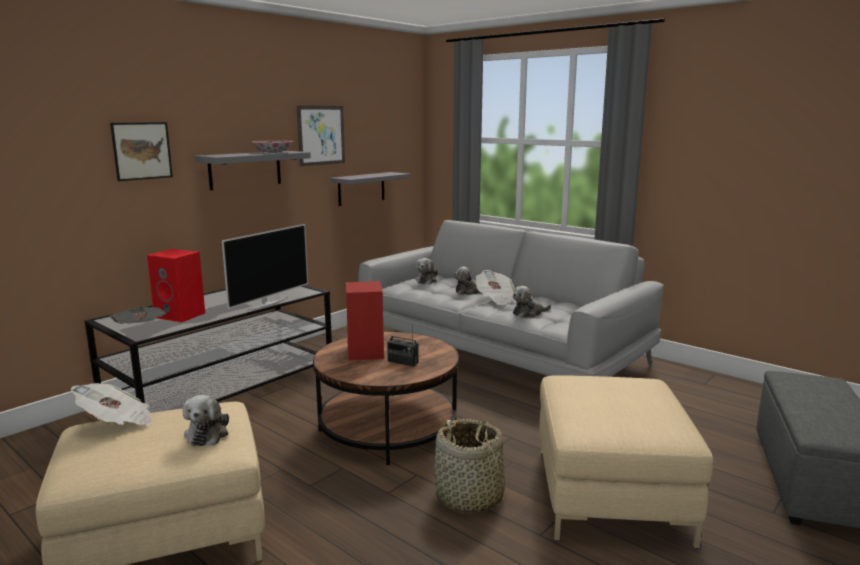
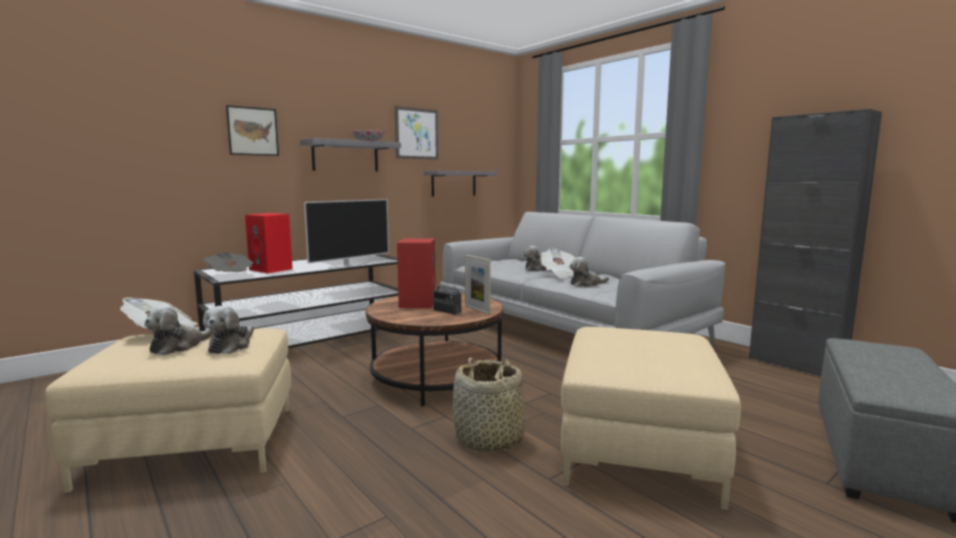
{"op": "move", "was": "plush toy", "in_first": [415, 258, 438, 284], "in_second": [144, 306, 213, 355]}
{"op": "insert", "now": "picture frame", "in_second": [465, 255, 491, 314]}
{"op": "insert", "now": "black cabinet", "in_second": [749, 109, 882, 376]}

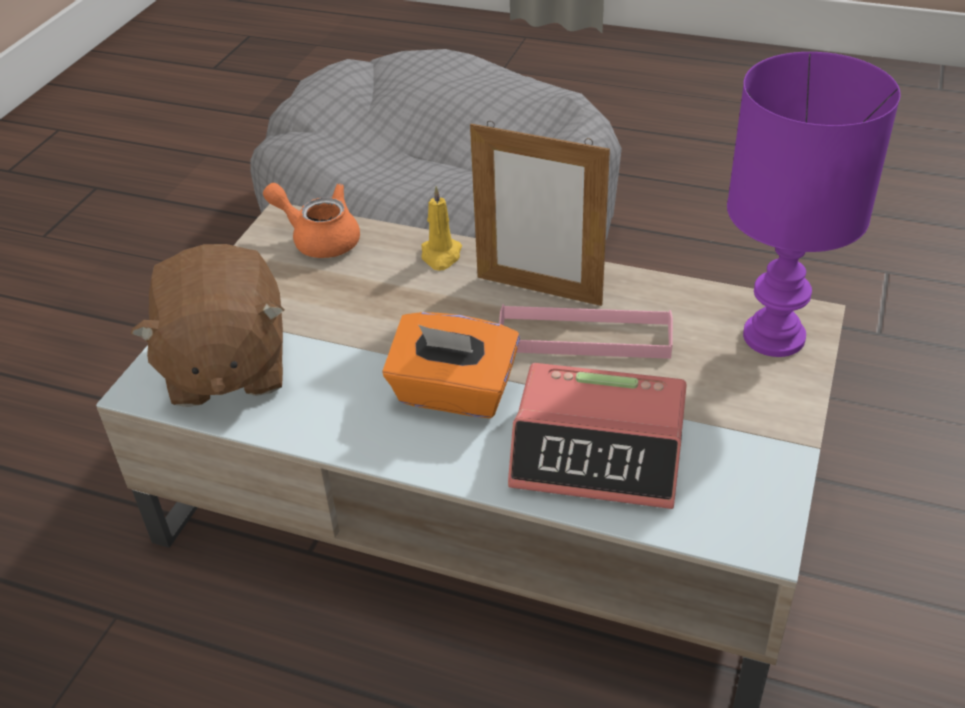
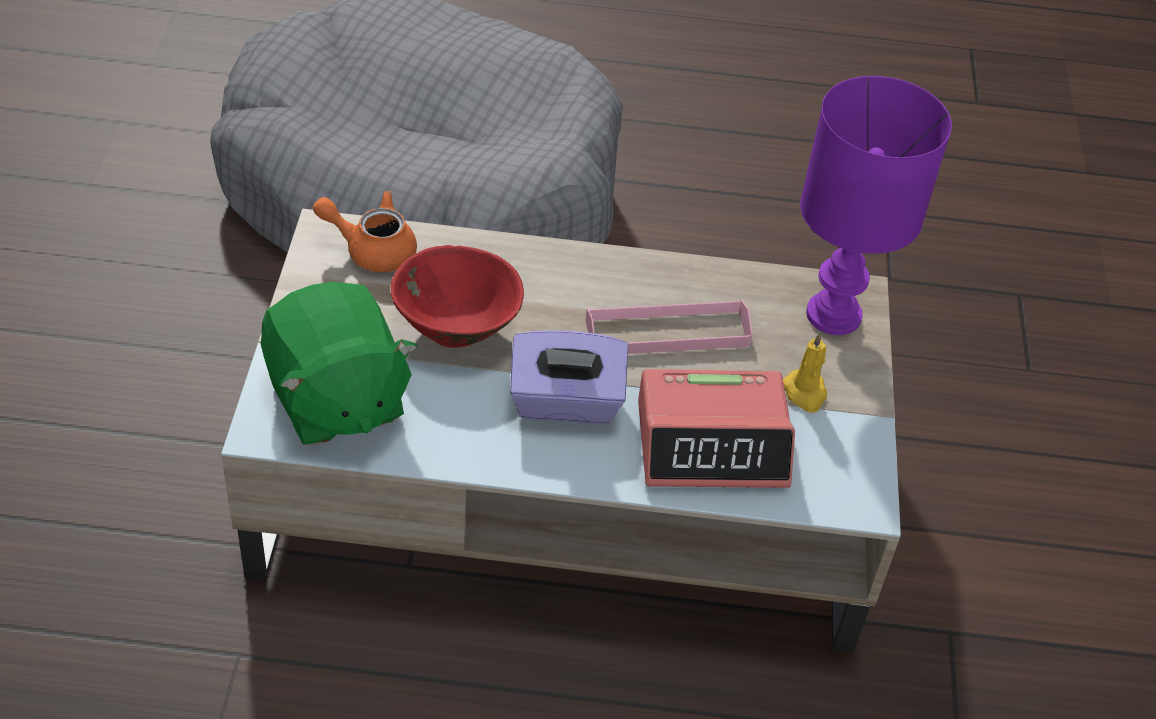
{"op": "recolor", "was": "brown plush toy", "now": "green plush toy", "in_first": [131, 244, 284, 407], "in_second": [260, 282, 417, 445]}
{"op": "recolor", "was": "orange tissue box", "now": "purple tissue box", "in_first": [382, 312, 520, 418], "in_second": [510, 330, 628, 424]}
{"op": "move", "was": "yellow candle", "in_first": [422, 186, 462, 271], "in_second": [783, 332, 827, 413]}
{"op": "delete", "was": "picture frame", "in_first": [470, 121, 610, 306]}
{"op": "insert", "now": "red bowl", "in_second": [391, 245, 524, 348]}

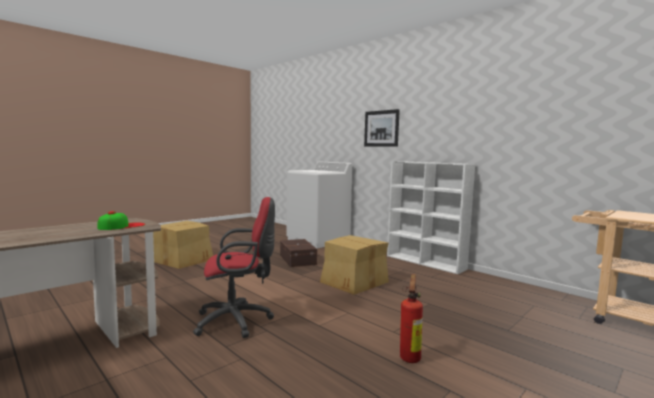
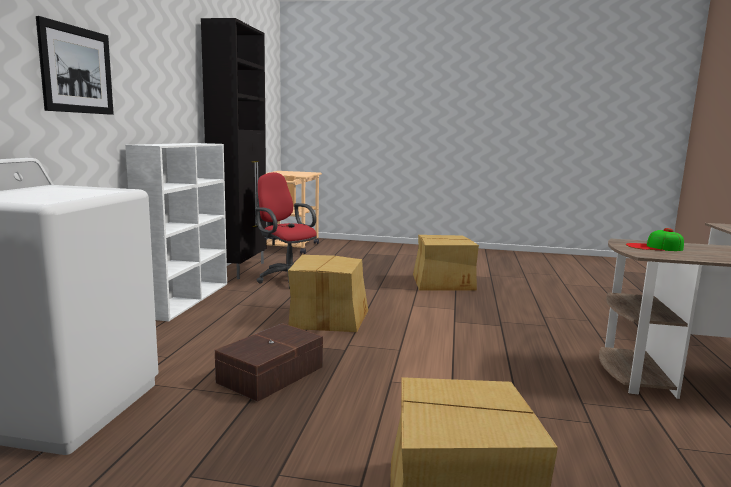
{"op": "move", "was": "red office chair", "in_first": [193, 197, 275, 338], "in_second": [255, 172, 317, 289]}
{"op": "replace", "was": "fire extinguisher", "now": "cardboard box", "in_first": [400, 274, 423, 363], "in_second": [413, 235, 479, 291]}
{"op": "insert", "now": "black cabinet", "in_second": [201, 18, 267, 279]}

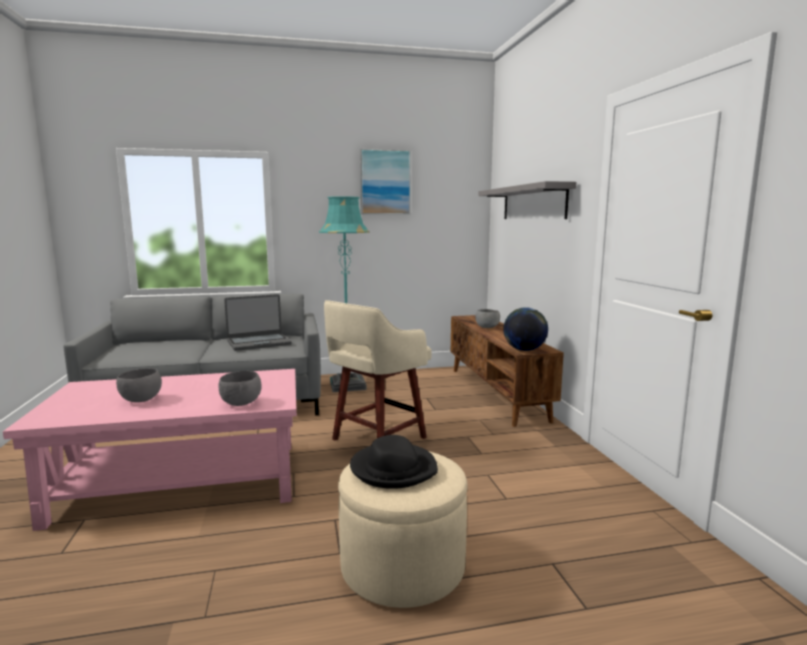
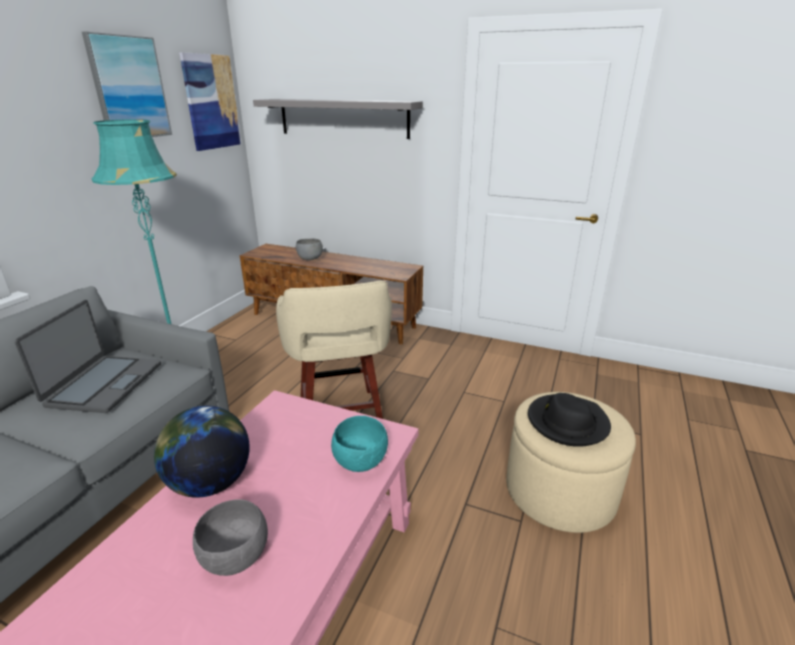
{"op": "recolor", "was": "grey bowl", "now": "turquoise bowl", "in_first": [218, 371, 261, 406], "in_second": [331, 416, 388, 472]}
{"op": "move", "was": "globe", "in_first": [503, 307, 548, 351], "in_second": [154, 406, 250, 498]}
{"op": "insert", "now": "picture", "in_second": [179, 52, 241, 151]}

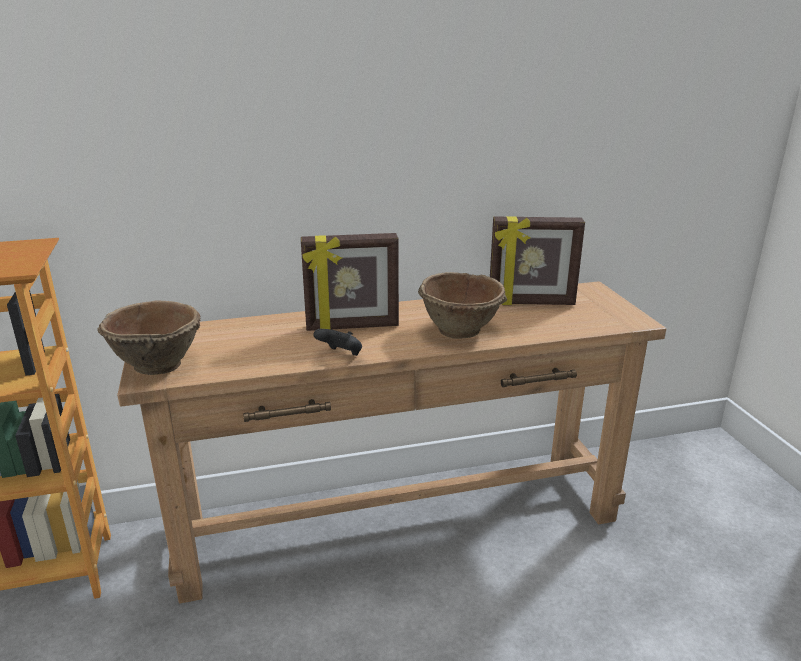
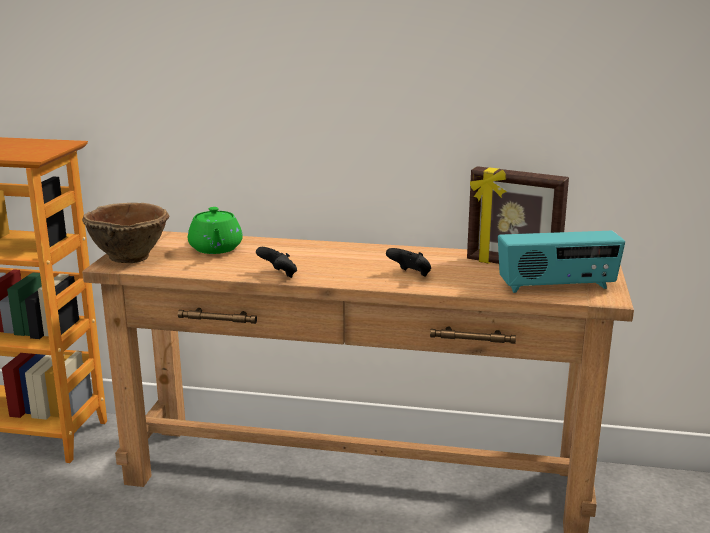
{"op": "delete", "was": "picture frame", "in_first": [301, 233, 399, 331]}
{"op": "replace", "was": "brown bowl", "now": "black game controller", "in_first": [418, 272, 507, 339], "in_second": [386, 248, 431, 277]}
{"op": "insert", "now": "green teapot", "in_second": [188, 207, 243, 254]}
{"op": "insert", "now": "radio", "in_second": [498, 231, 625, 293]}

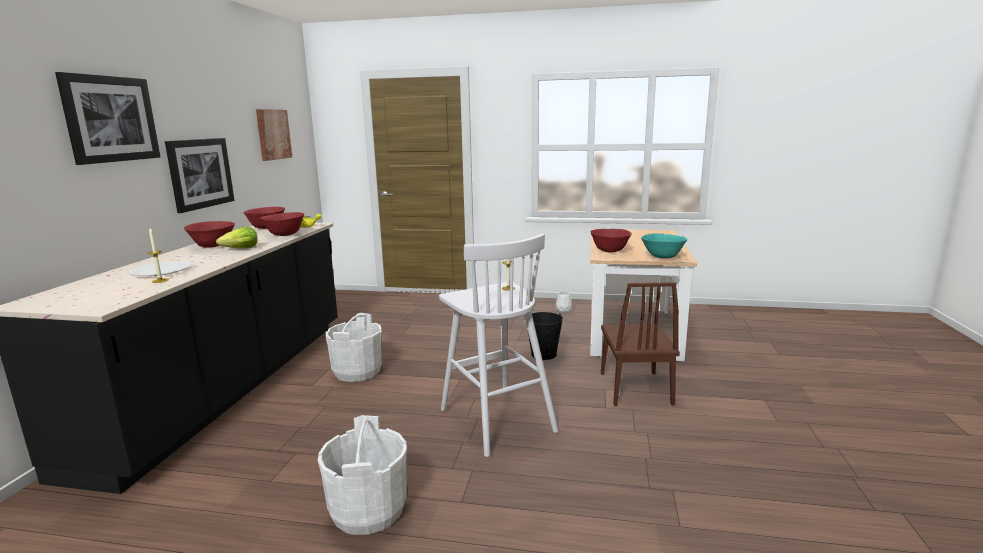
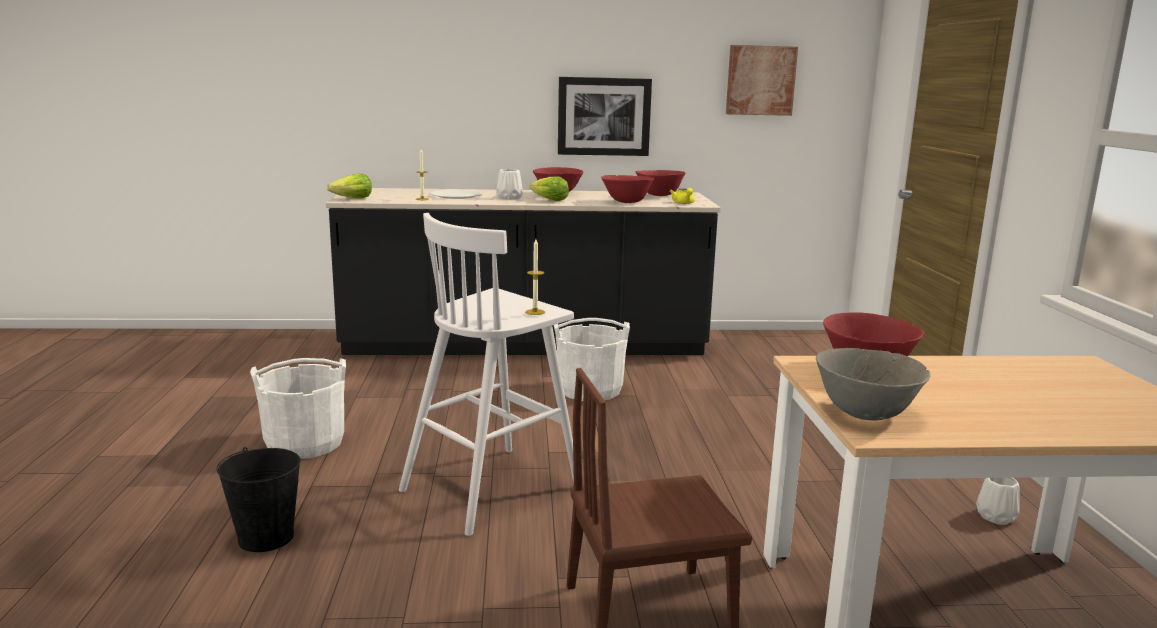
{"op": "delete", "was": "picture", "in_first": [55, 72, 160, 165]}
{"op": "move", "was": "black bucket", "in_first": [528, 312, 563, 360], "in_second": [217, 447, 300, 552]}
{"op": "recolor", "was": "turquoise bowl", "now": "grey bowl", "in_first": [641, 233, 687, 259], "in_second": [816, 348, 930, 421]}
{"op": "insert", "now": "lettuce", "in_second": [327, 173, 372, 198]}
{"op": "insert", "now": "white vase", "in_second": [496, 169, 523, 200]}

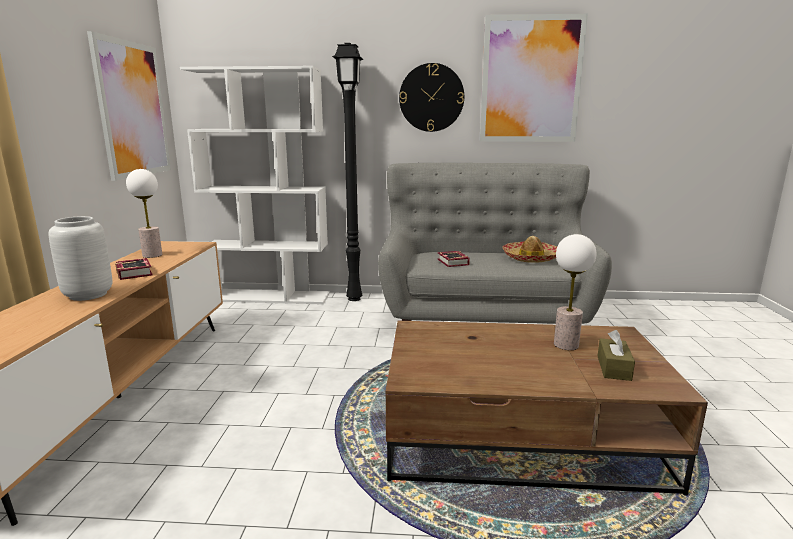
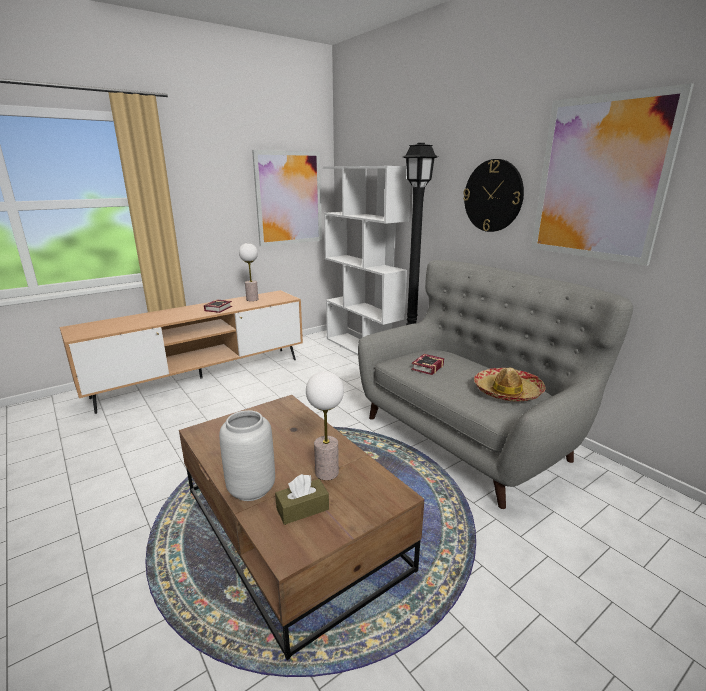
{"op": "move", "was": "grey vase", "in_first": [48, 216, 113, 301], "in_second": [219, 410, 275, 501]}

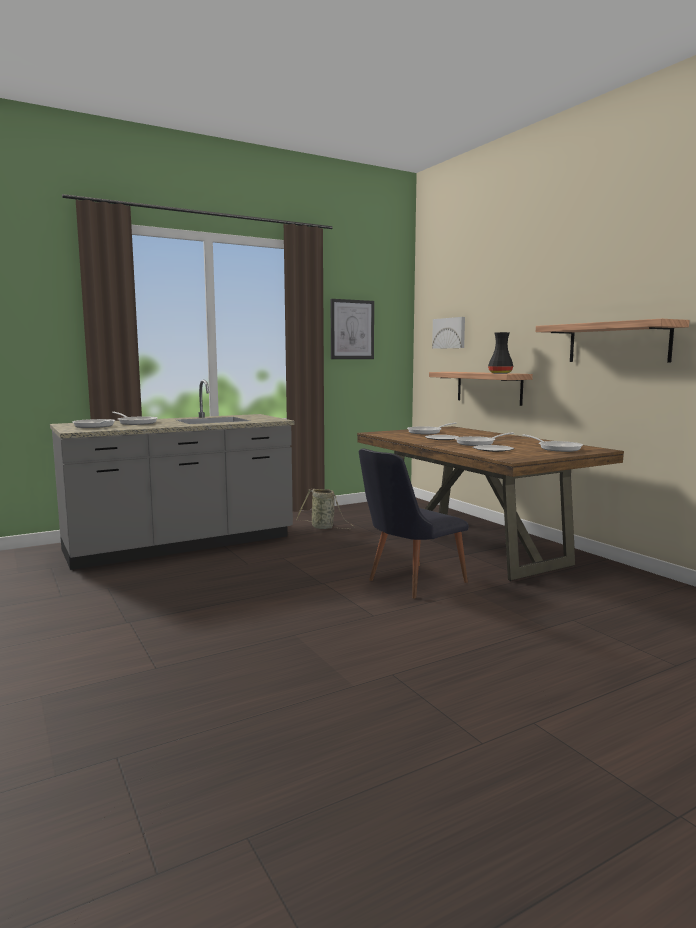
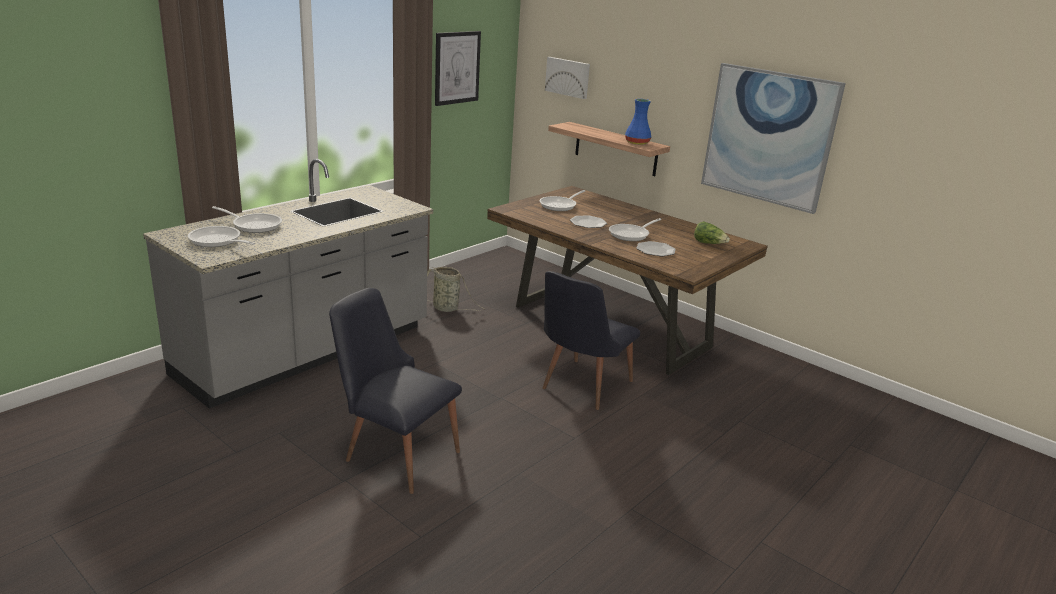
{"op": "recolor", "was": "black vase", "now": "blue vase", "in_first": [488, 332, 513, 374], "in_second": [625, 99, 651, 145]}
{"op": "replace", "was": "frying pan", "now": "lettuce", "in_first": [523, 434, 583, 452], "in_second": [694, 221, 730, 244]}
{"op": "replace", "was": "shelf", "now": "picture", "in_first": [536, 319, 690, 363], "in_second": [701, 63, 846, 214]}
{"op": "insert", "now": "black chair", "in_second": [329, 288, 462, 494]}

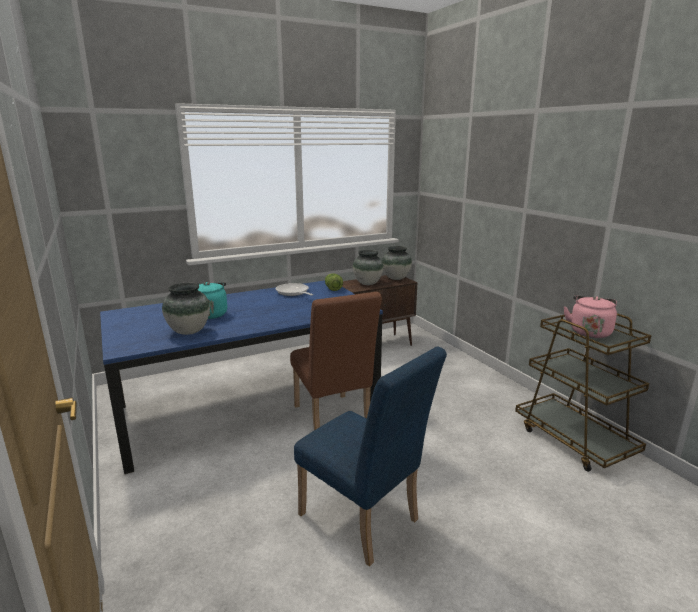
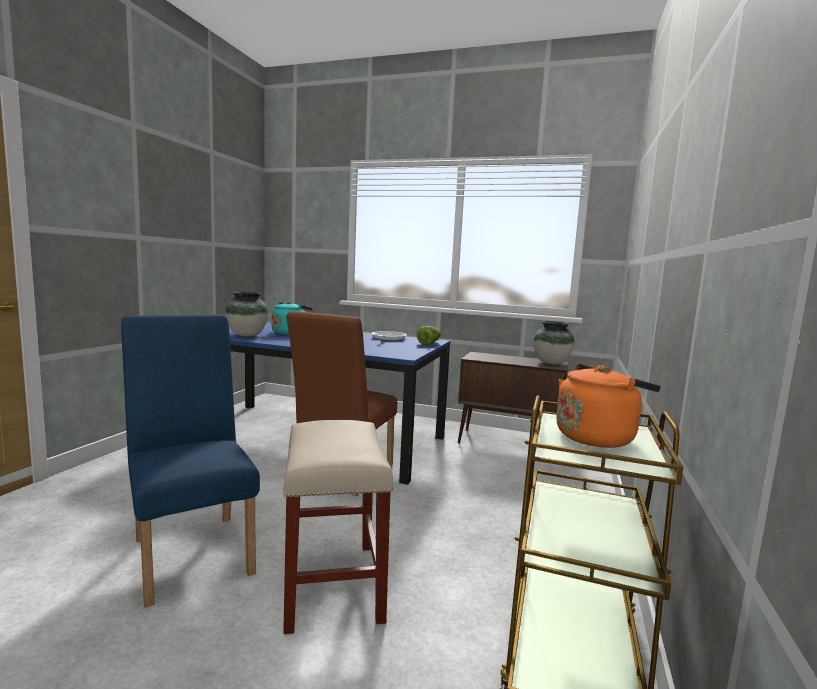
{"op": "rotate", "was": "blue chair", "in_first": [294, 346, 447, 567], "in_second": [121, 314, 260, 607], "clockwise": 150}
{"op": "delete", "was": "vase", "in_first": [353, 250, 384, 285]}
{"op": "recolor", "was": "pink kettle", "now": "orange kettle", "in_first": [564, 296, 617, 338], "in_second": [556, 363, 661, 448]}
{"op": "insert", "now": "beige stool", "in_second": [283, 420, 393, 634]}

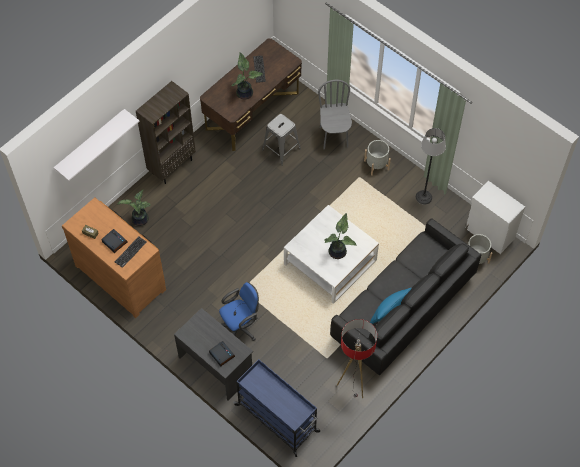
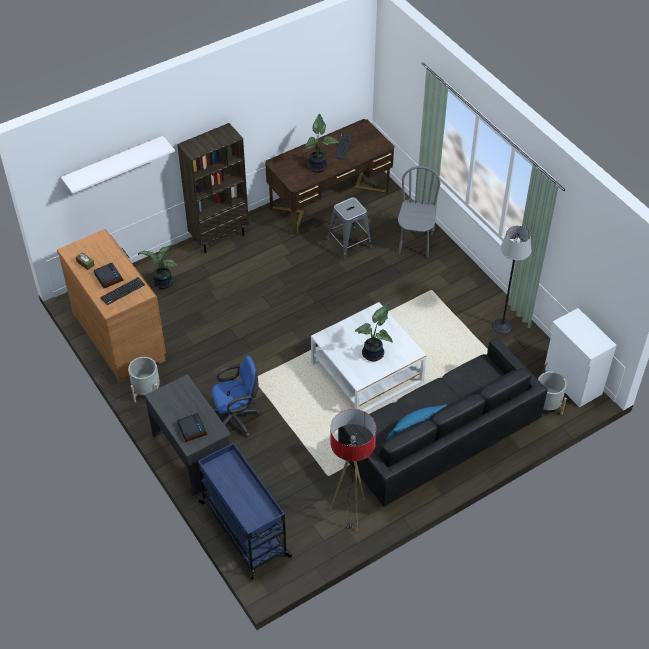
{"op": "move", "was": "grey planter", "in_first": [364, 140, 391, 176], "in_second": [128, 357, 160, 403]}

